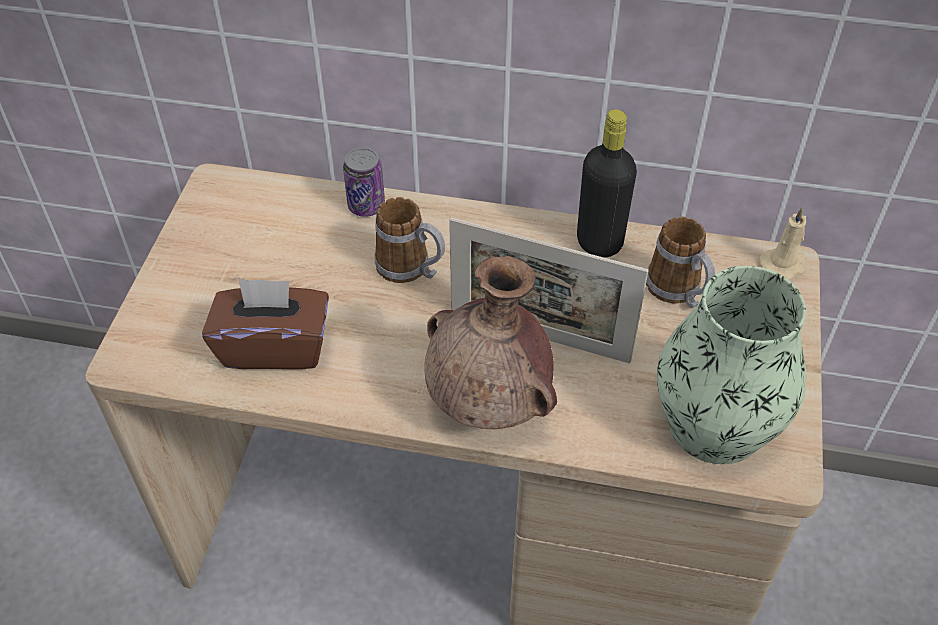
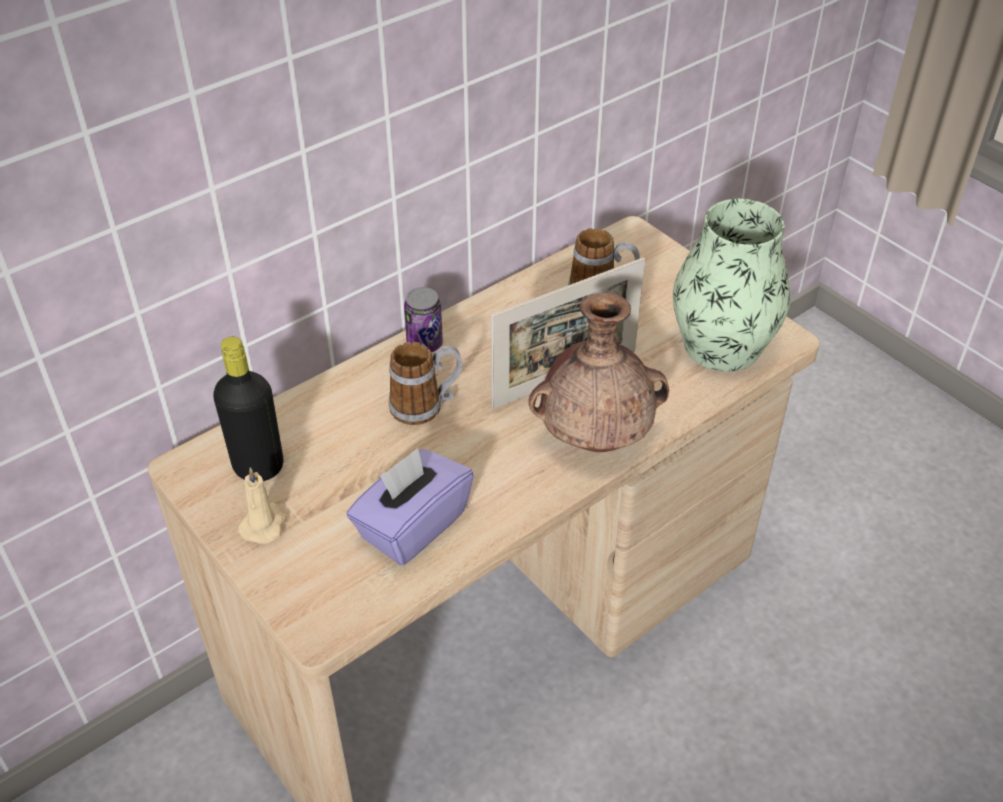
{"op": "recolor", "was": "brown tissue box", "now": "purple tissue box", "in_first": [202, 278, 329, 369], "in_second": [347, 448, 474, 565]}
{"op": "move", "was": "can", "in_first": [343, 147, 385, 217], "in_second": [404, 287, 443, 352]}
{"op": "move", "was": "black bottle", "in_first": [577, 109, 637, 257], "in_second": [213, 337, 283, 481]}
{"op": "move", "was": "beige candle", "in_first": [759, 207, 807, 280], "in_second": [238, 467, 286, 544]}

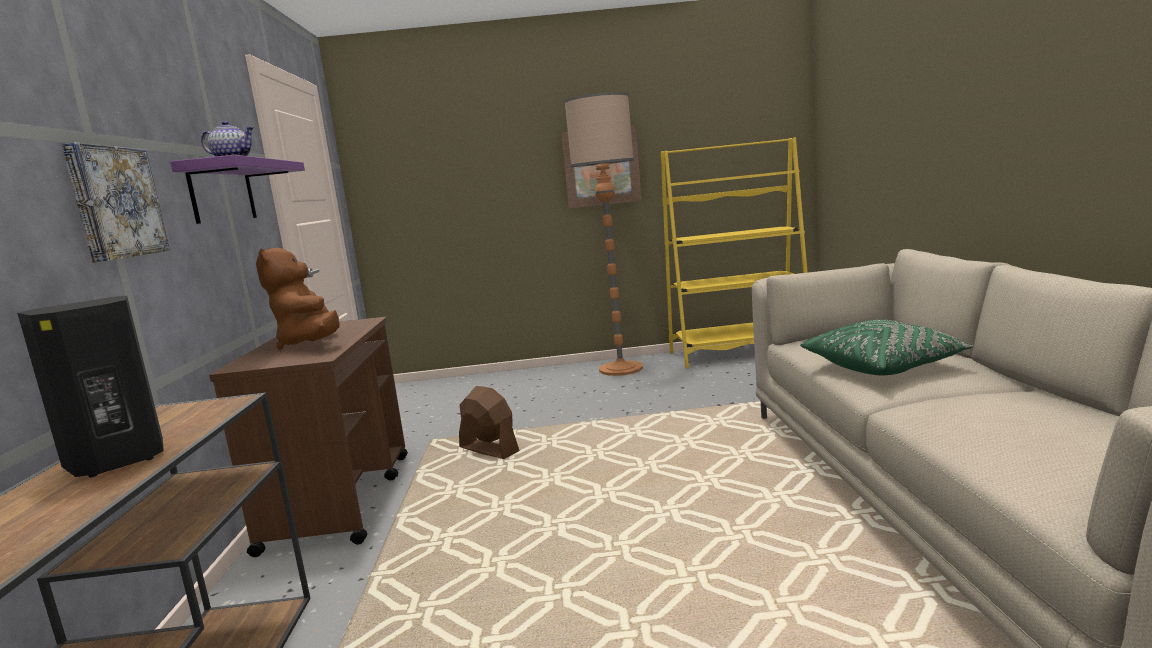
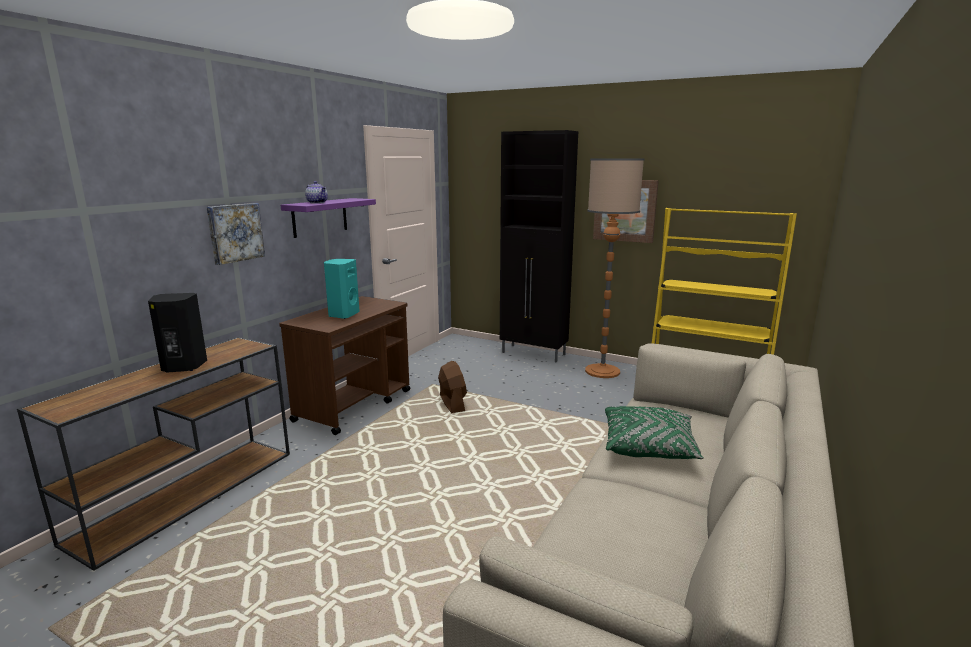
{"op": "replace", "was": "brown plush toy", "now": "turquoise speaker", "in_first": [256, 248, 340, 350], "in_second": [324, 259, 360, 319]}
{"op": "insert", "now": "black cabinet", "in_second": [500, 130, 578, 363]}

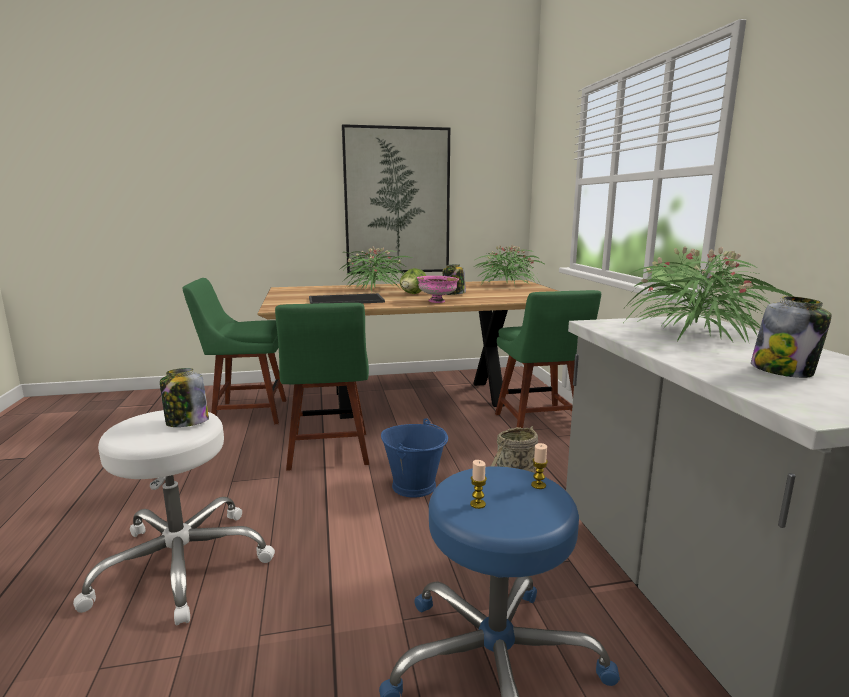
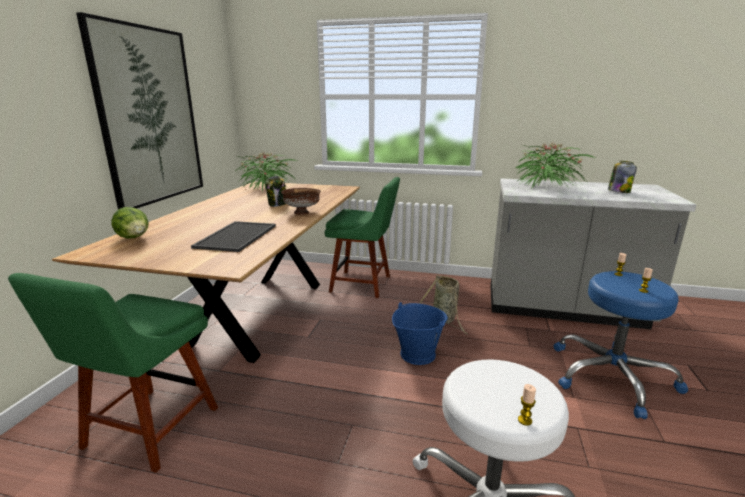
{"op": "delete", "was": "jar", "in_first": [160, 368, 209, 427]}
{"op": "delete", "was": "green chair", "in_first": [275, 303, 369, 471]}
{"op": "delete", "was": "potted plant", "in_first": [342, 246, 412, 292]}
{"op": "move", "was": "lettuce", "in_first": [400, 268, 427, 294], "in_second": [111, 207, 149, 239]}
{"op": "recolor", "was": "pink bowl", "now": "brown bowl", "in_first": [417, 276, 459, 303], "in_second": [281, 188, 321, 215]}
{"op": "insert", "now": "candle", "in_second": [518, 384, 536, 426]}

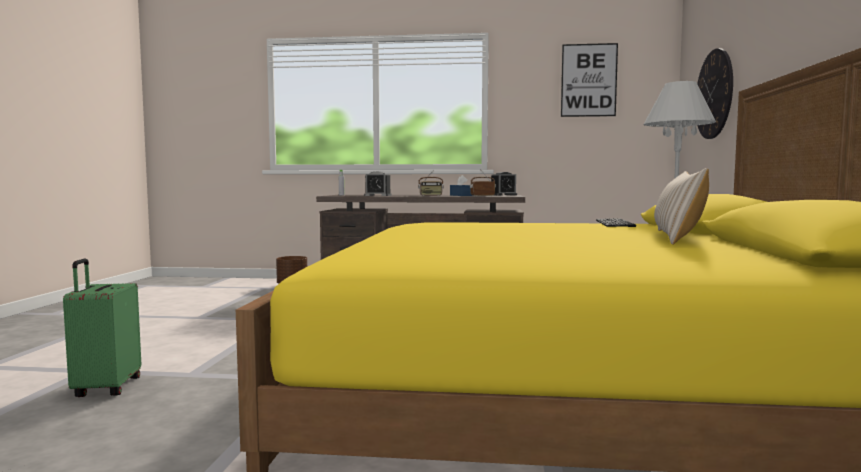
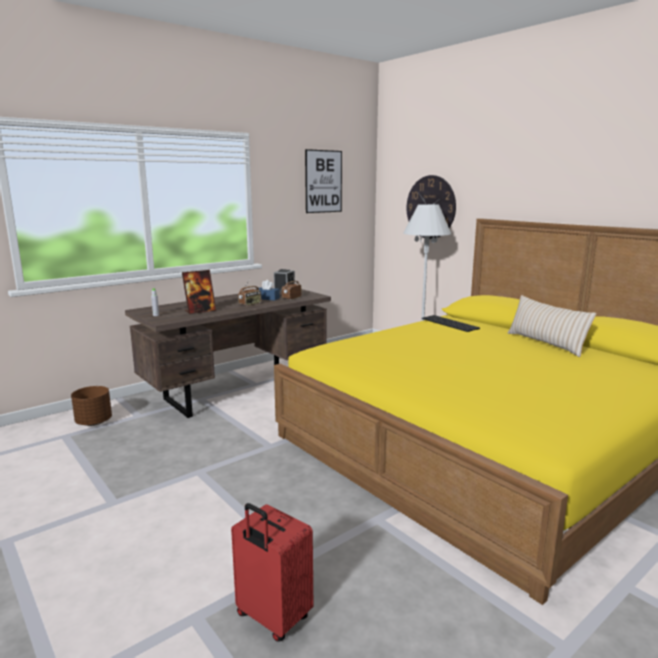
{"op": "recolor", "was": "green suitcase", "now": "red suitcase", "in_first": [63, 259, 141, 397], "in_second": [231, 503, 313, 642]}
{"op": "replace", "was": "alarm clock", "now": "picture frame", "in_first": [364, 172, 391, 196], "in_second": [182, 270, 216, 314]}

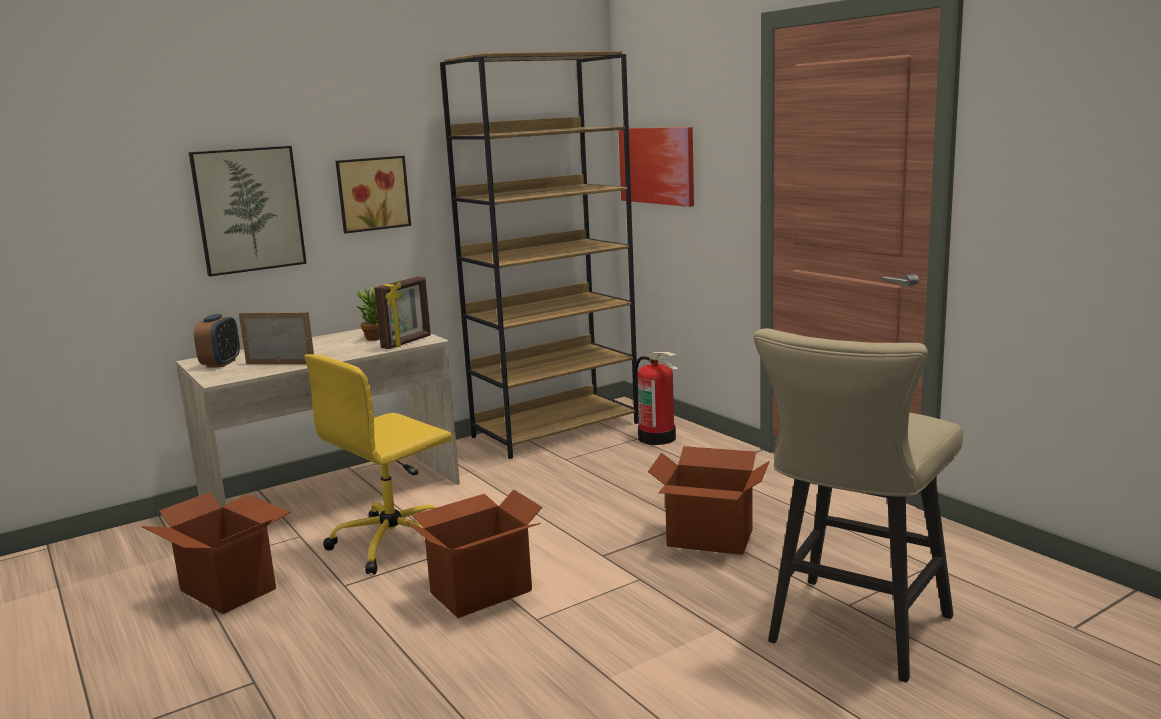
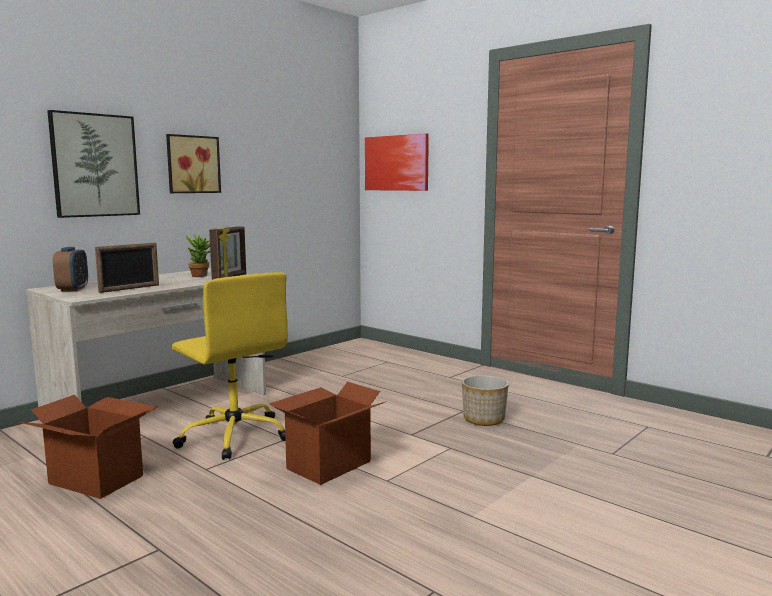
{"op": "rotate", "was": "picture frame", "in_first": [239, 312, 314, 364], "in_second": [95, 243, 159, 293], "clockwise": 135}
{"op": "rotate", "was": "yellow office chair", "in_first": [305, 354, 452, 574], "in_second": [172, 272, 288, 460], "clockwise": -75}
{"op": "delete", "was": "brown bookcase", "in_first": [440, 51, 639, 459]}
{"op": "delete", "was": "fire extinguisher", "in_first": [635, 352, 679, 445]}
{"op": "replace", "was": "cardboard box", "now": "planter", "in_first": [648, 446, 770, 555], "in_second": [462, 375, 509, 426]}
{"op": "delete", "was": "beige stool", "in_first": [754, 328, 963, 682]}

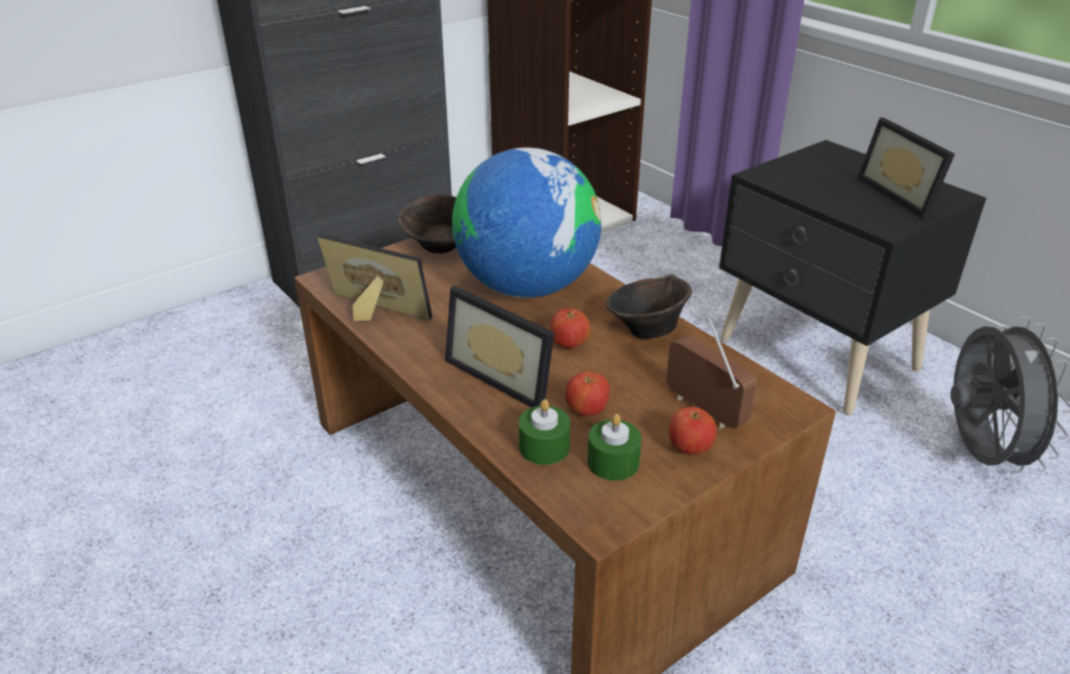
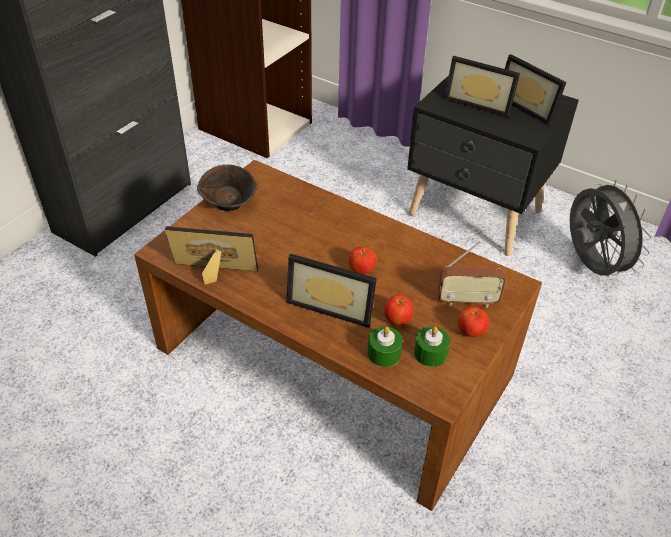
{"op": "delete", "was": "globe", "in_first": [452, 147, 601, 298]}
{"op": "delete", "was": "brown bowl", "in_first": [606, 274, 692, 339]}
{"op": "rotate", "was": "radio", "in_first": [666, 316, 757, 429], "in_second": [438, 241, 506, 308], "clockwise": 150}
{"op": "insert", "now": "picture frame", "in_second": [444, 56, 520, 117]}

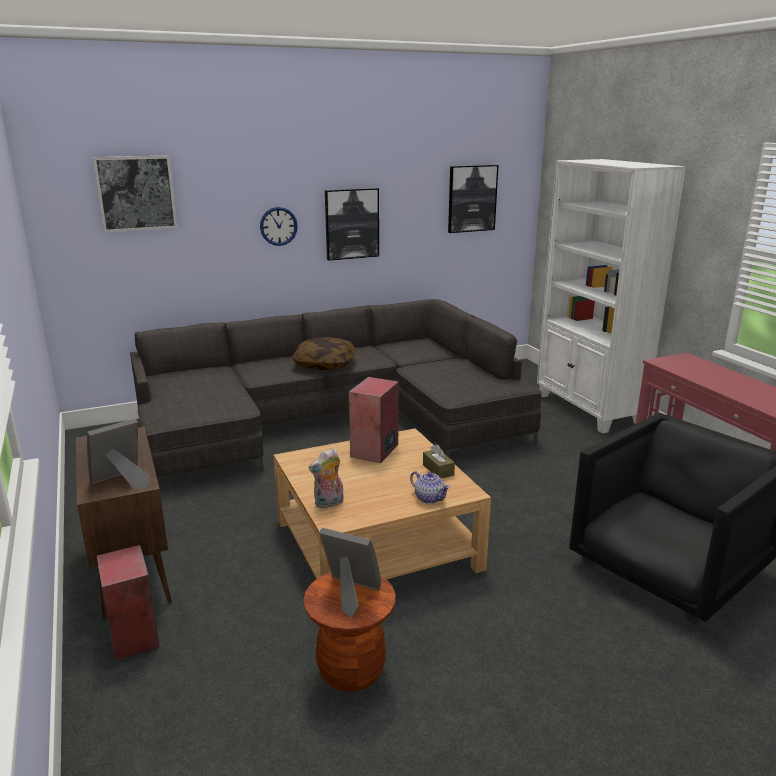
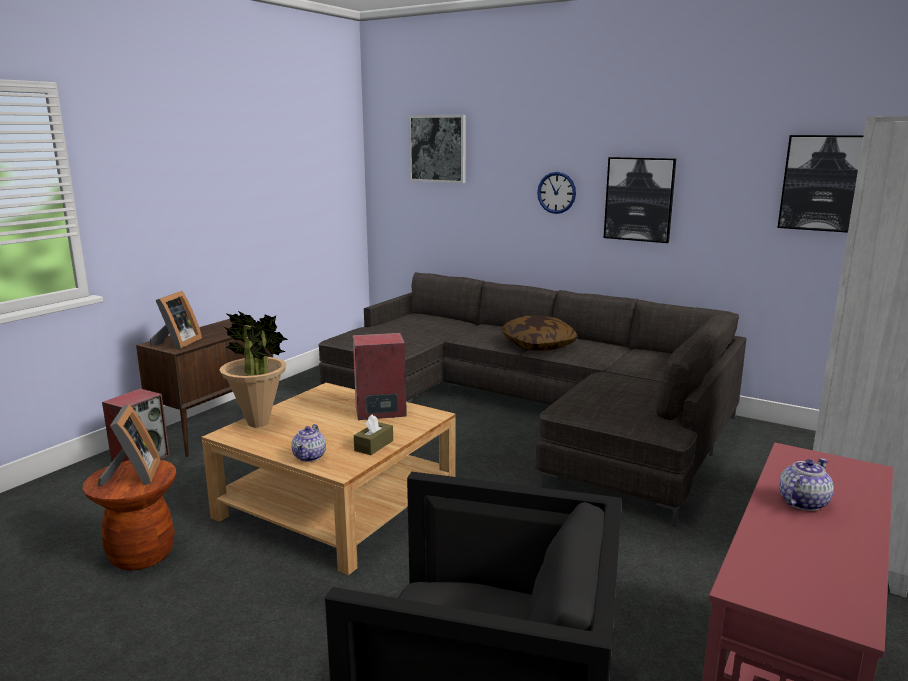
{"op": "rotate", "was": "picture frame", "in_first": [87, 419, 150, 489], "in_second": [150, 291, 202, 350], "clockwise": 90}
{"op": "replace", "was": "plush toy", "now": "potted plant", "in_first": [309, 448, 344, 508], "in_second": [220, 311, 289, 427]}
{"op": "insert", "now": "teapot", "in_second": [779, 458, 834, 511]}

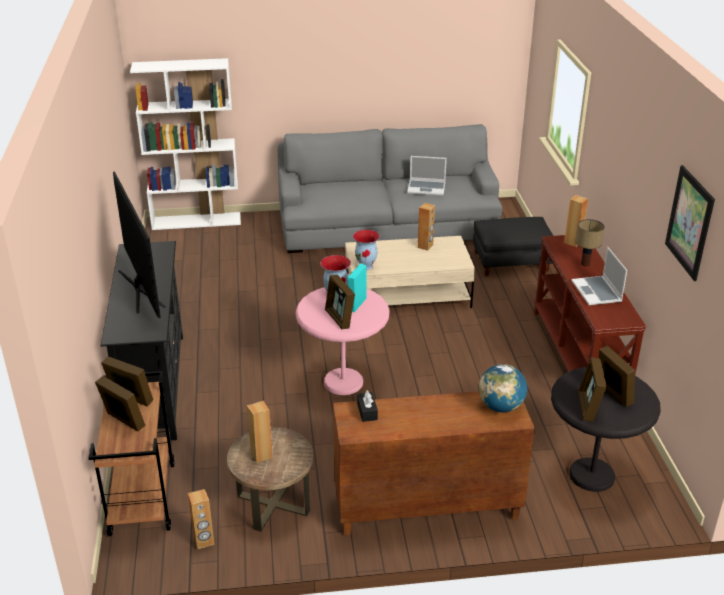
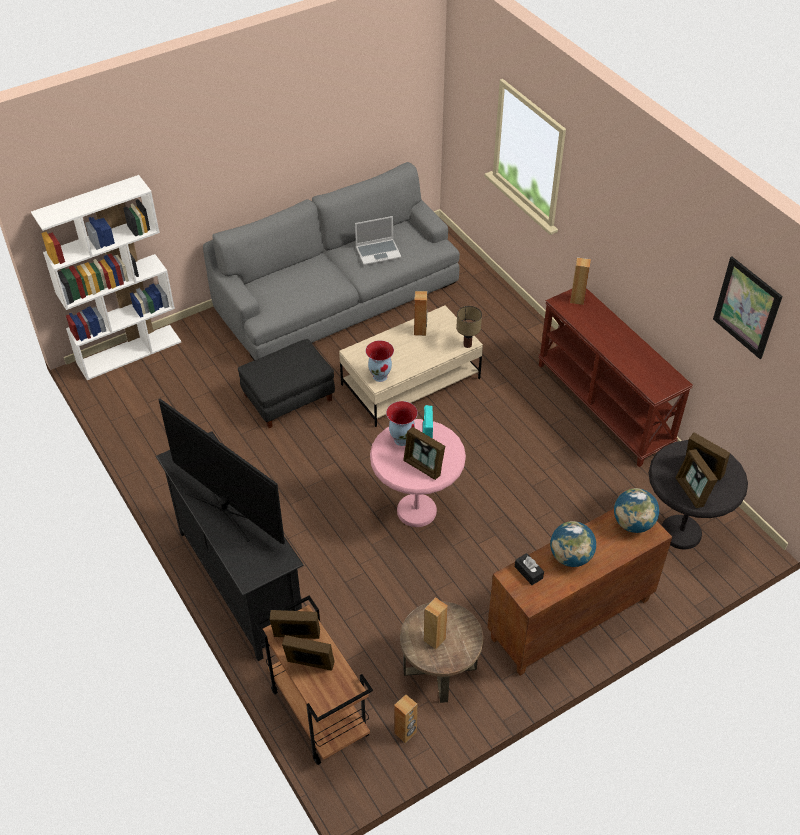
{"op": "move", "was": "black ottoman", "in_first": [473, 217, 553, 276], "in_second": [238, 339, 335, 428]}
{"op": "delete", "was": "laptop", "in_first": [571, 247, 627, 305]}
{"op": "move", "was": "table lamp", "in_first": [575, 219, 604, 267], "in_second": [456, 306, 482, 348]}
{"op": "insert", "now": "globe", "in_second": [550, 521, 596, 567]}

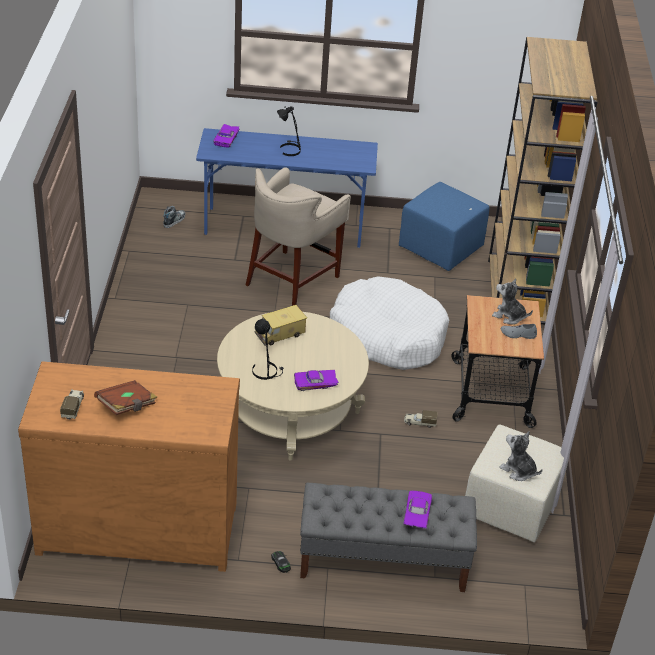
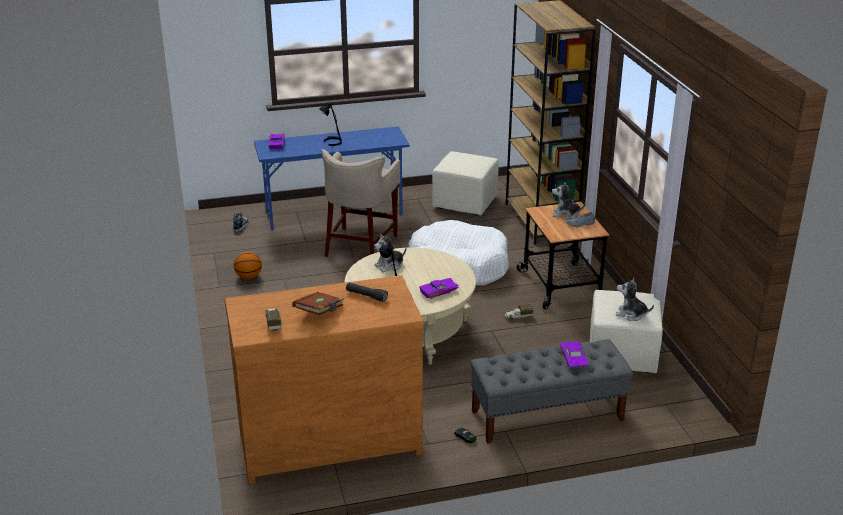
{"op": "replace", "was": "toy truck", "now": "plush toy", "in_first": [255, 305, 307, 346], "in_second": [374, 233, 406, 272]}
{"op": "recolor", "was": "blue ottoman", "now": "beige ottoman", "in_first": [399, 182, 490, 271], "in_second": [432, 151, 499, 215]}
{"op": "insert", "now": "basketball", "in_second": [234, 252, 262, 279]}
{"op": "insert", "now": "black flashlight", "in_second": [346, 282, 388, 302]}

